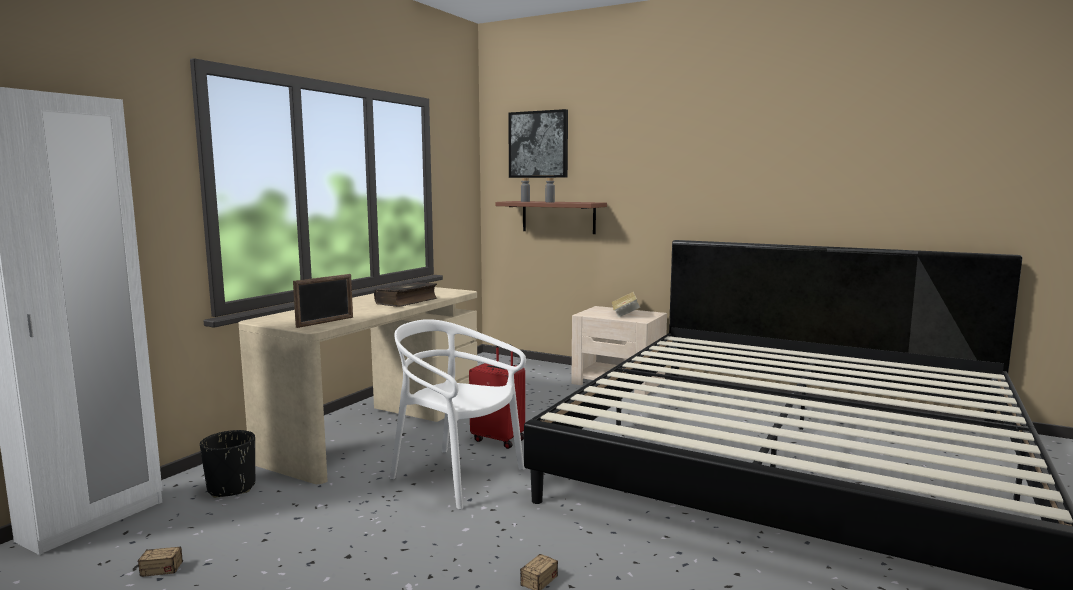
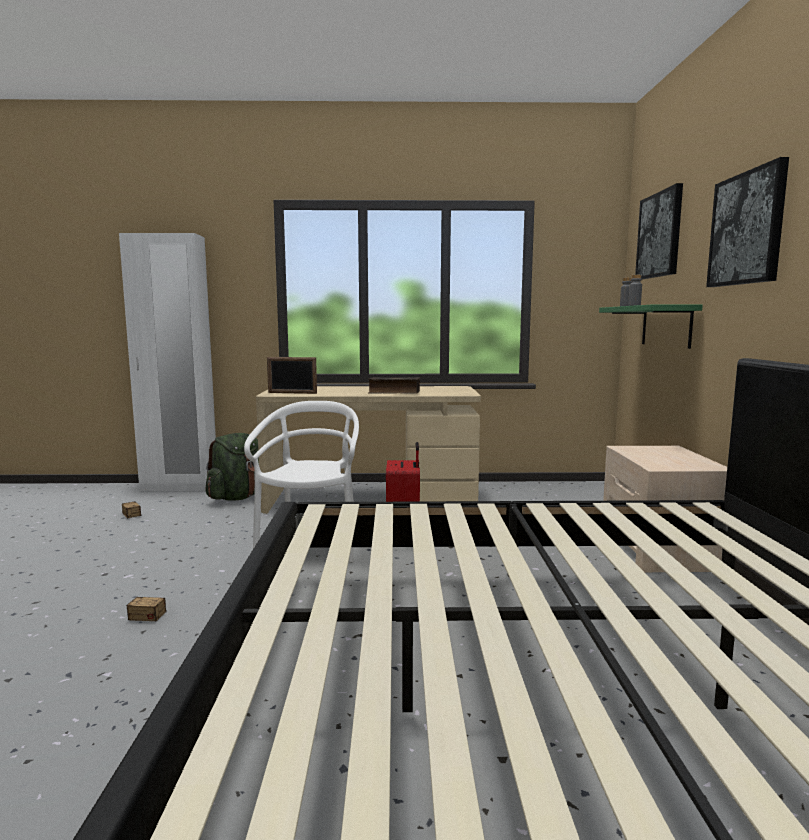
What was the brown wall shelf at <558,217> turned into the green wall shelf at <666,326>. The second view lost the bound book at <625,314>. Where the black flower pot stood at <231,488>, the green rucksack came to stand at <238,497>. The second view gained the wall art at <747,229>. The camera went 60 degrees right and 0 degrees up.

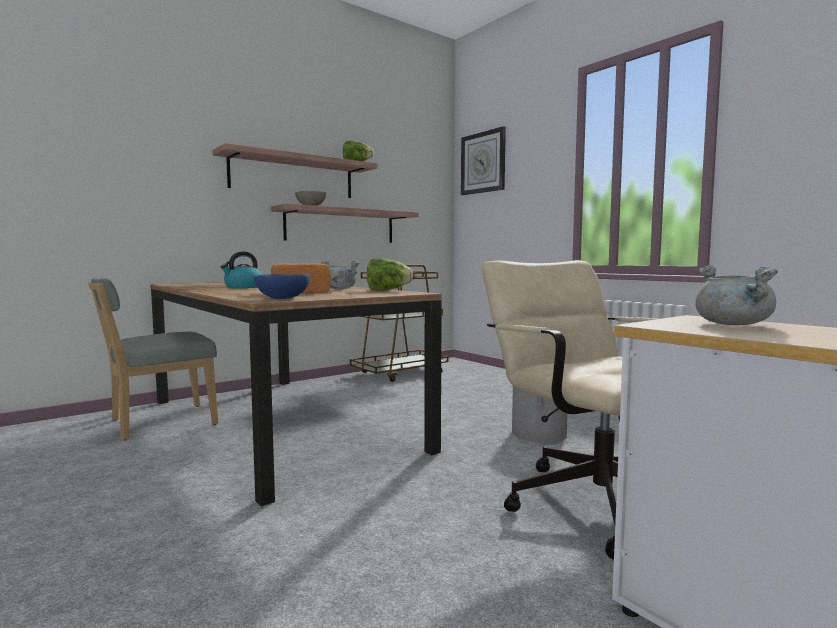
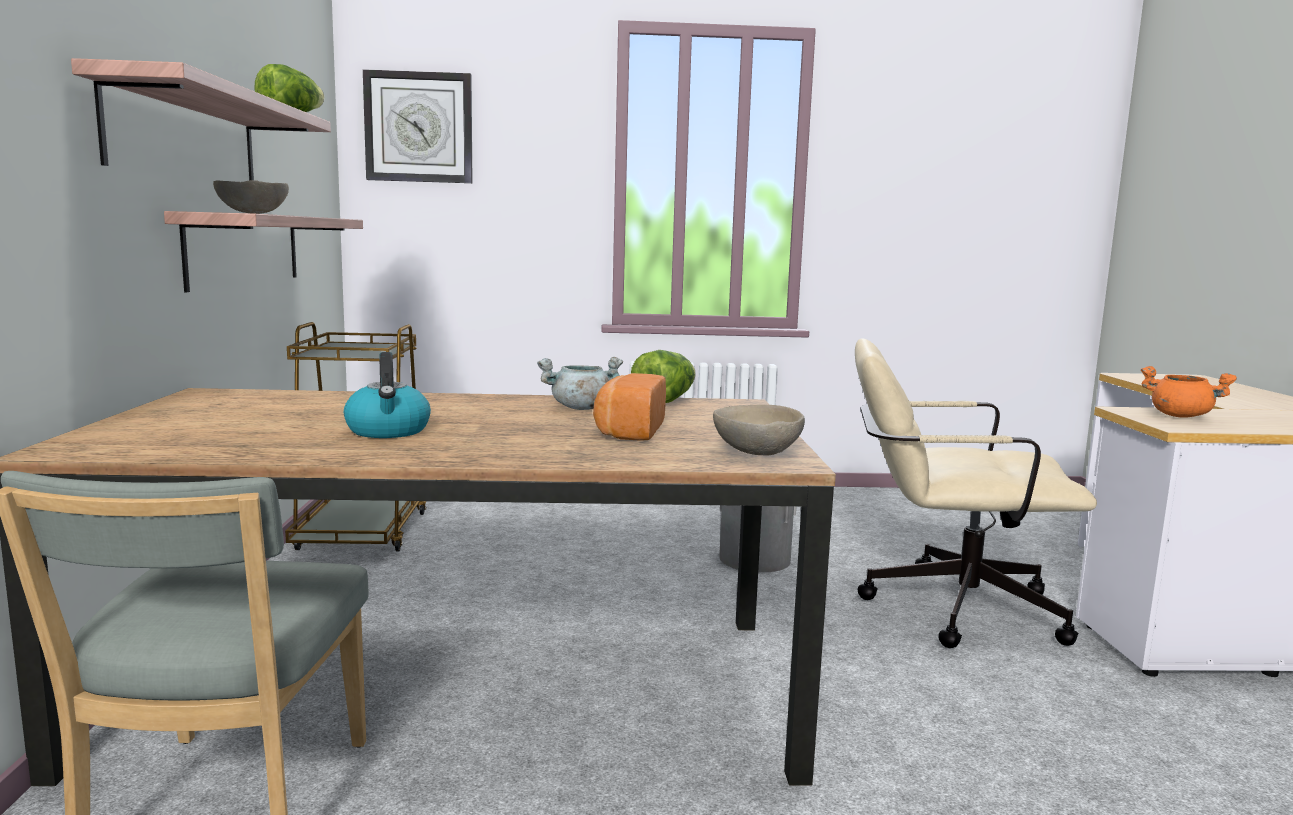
What was the gray cooking pot at <734,324> turned into the orange cooking pot at <1181,416>. What was the blue-coloured serving bowl at <283,298> turned into the beige serving bowl at <756,452>. The camera went 55 degrees left and 5 degrees up.

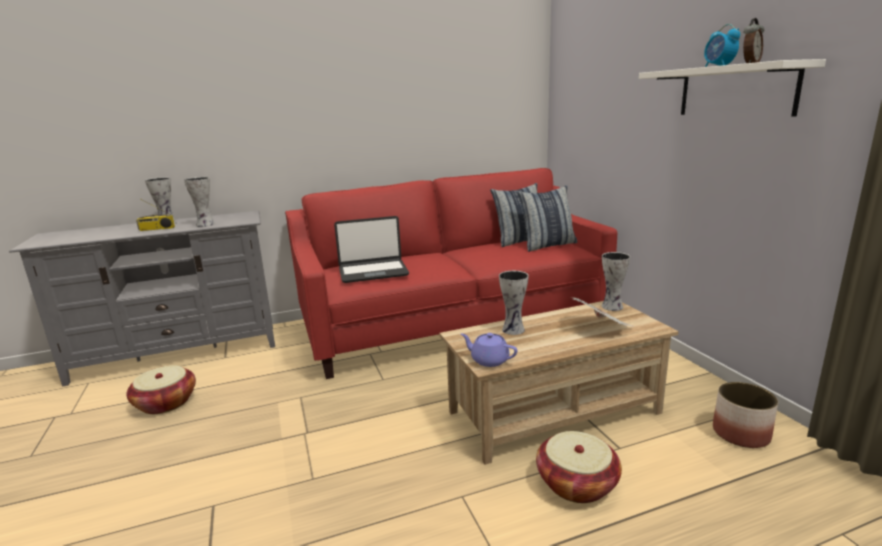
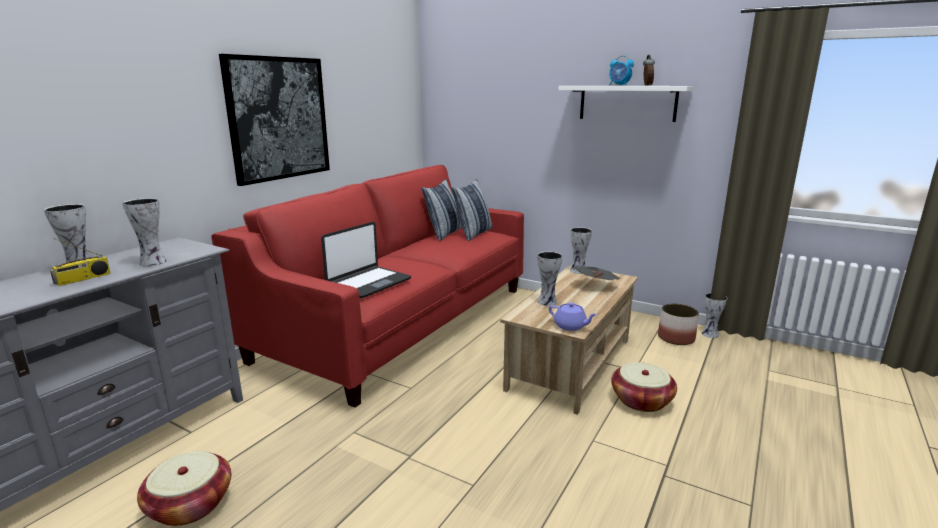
The purple-coloured pot for tea at <489,360> ended up facing another way, 135 degrees counterclockwise from before. The second view gained the wall art at <278,118>. The second view gained the vase at <710,334>. The camera went 40 degrees left and 0 degrees up.

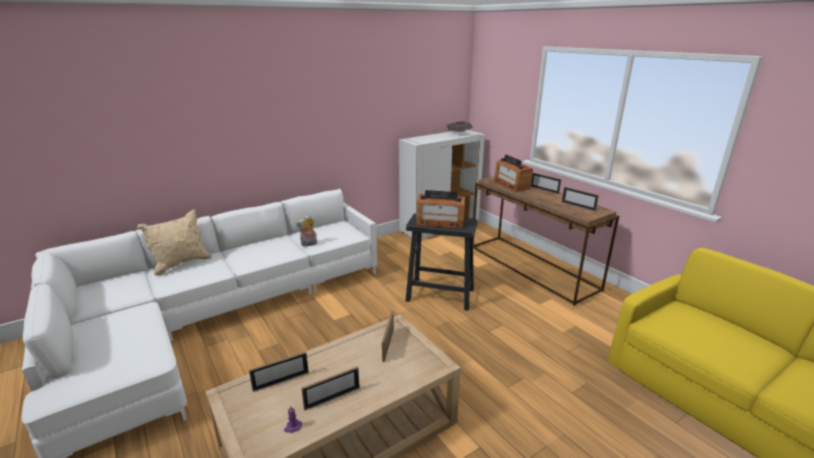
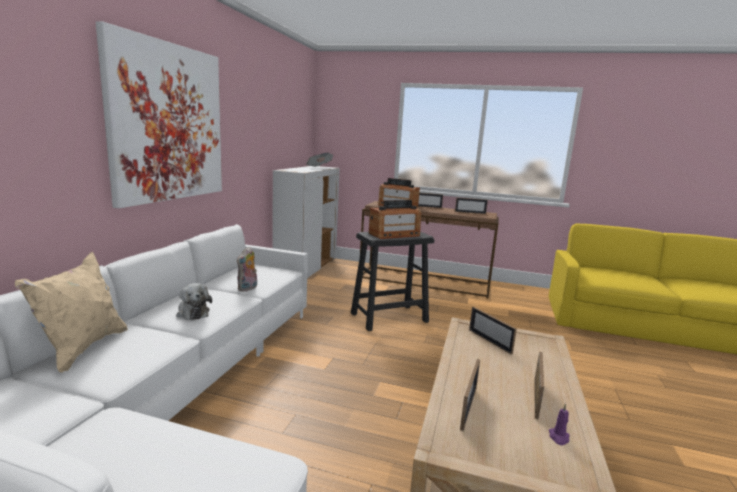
The second view gained the wall art at <168,123>. The second view gained the soft toy at <192,312>. The camera went 40 degrees left and 10 degrees down.

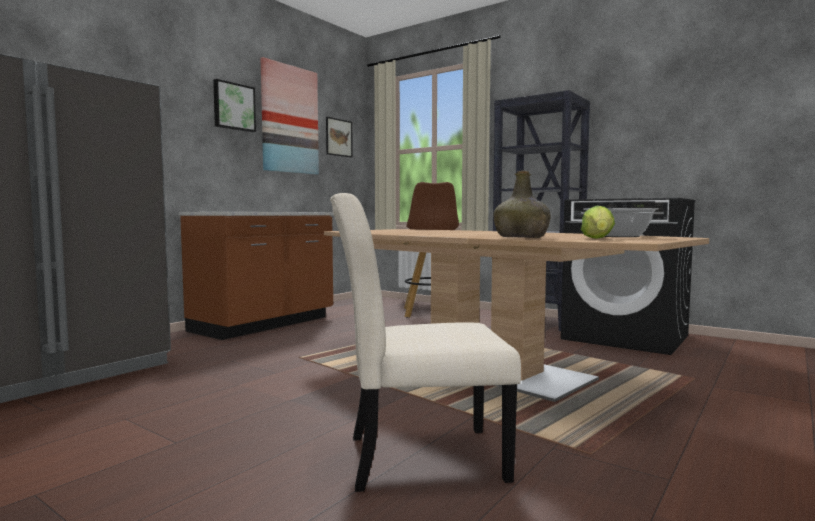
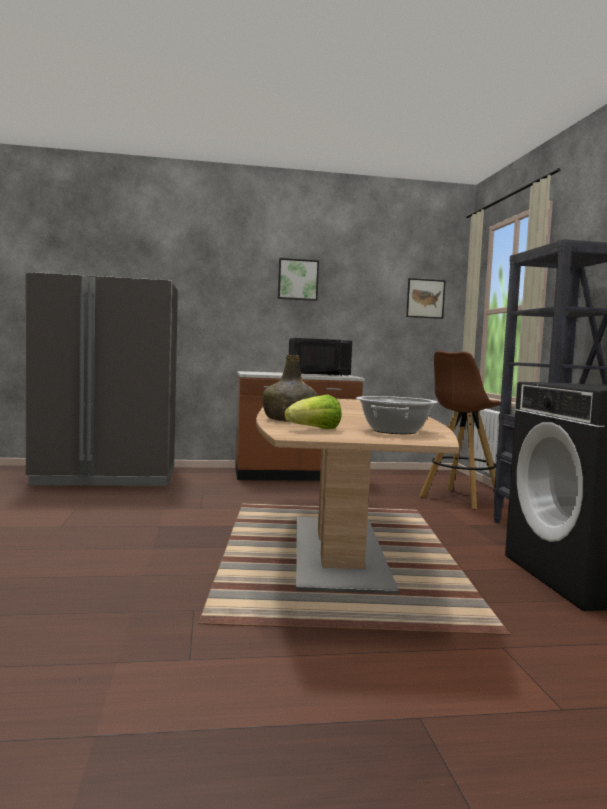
The second view lost the wall art at <289,119>. The second view lost the beige chair at <417,458>. The second view gained the black microwave oven at <318,375>. The camera went 45 degrees right and 0 degrees up.

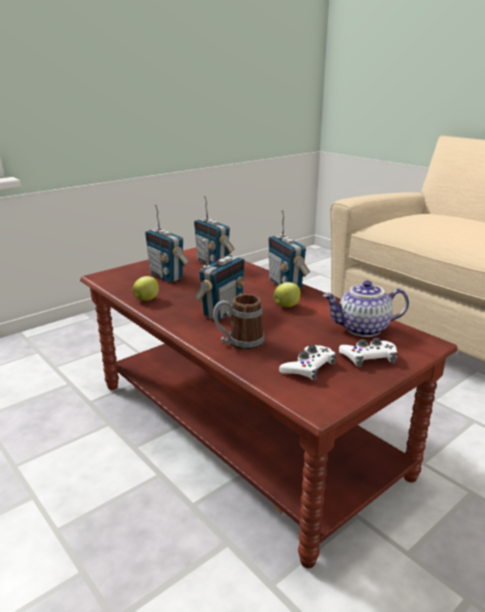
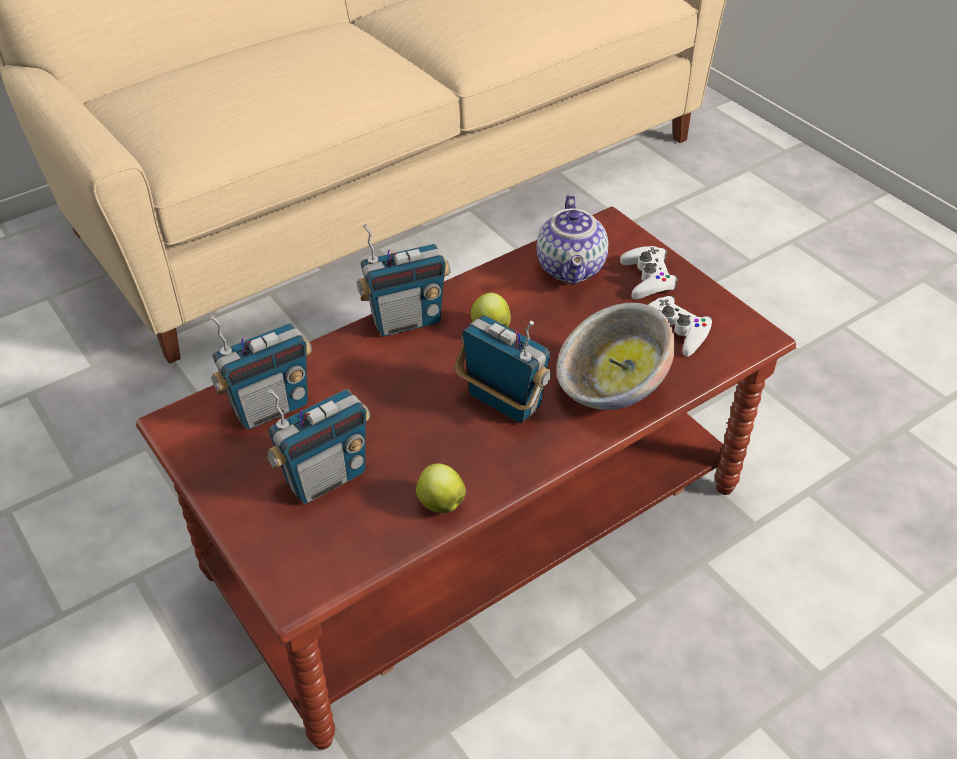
Where the mug stood at <239,343>, the serving bowl came to stand at <611,389>. The camera went 85 degrees left and 20 degrees up.

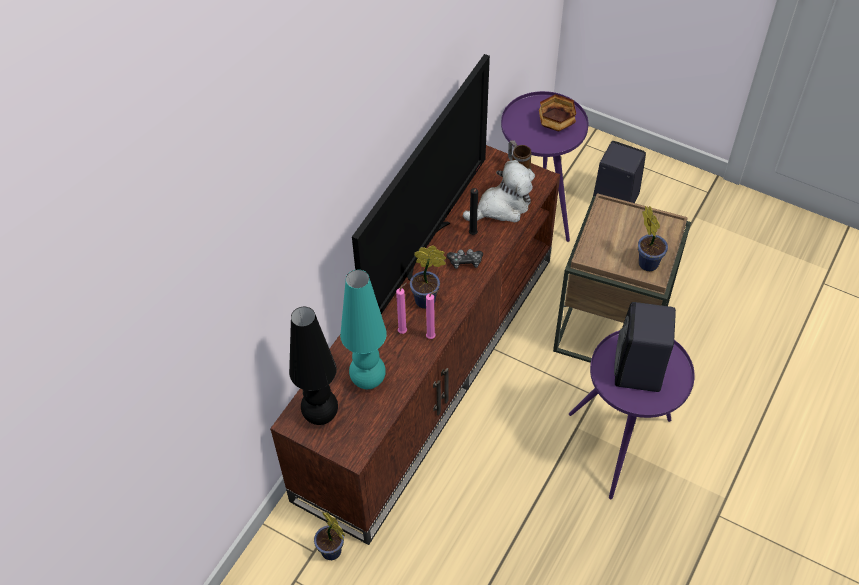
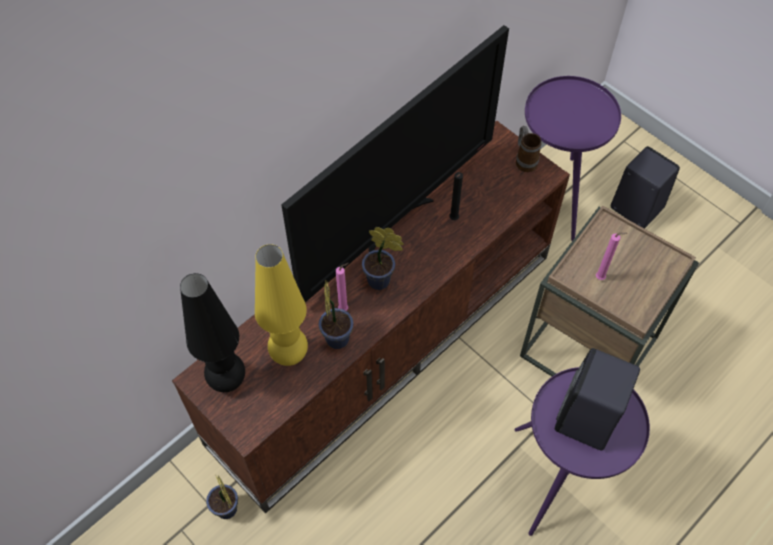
The second view lost the serving bowl at <555,125>. The second view lost the soft toy at <502,207>. The potted plant ended up elsewhere, having gone from <647,261> to <337,336>. The second view lost the joypad at <465,262>. What was the turquoise tabletop lamp at <368,380> turned into the yellow tabletop lamp at <289,354>. The pink-coloured wax candle ended up elsewhere, having gone from <432,337> to <601,278>. The camera went 15 degrees right and 5 degrees up.

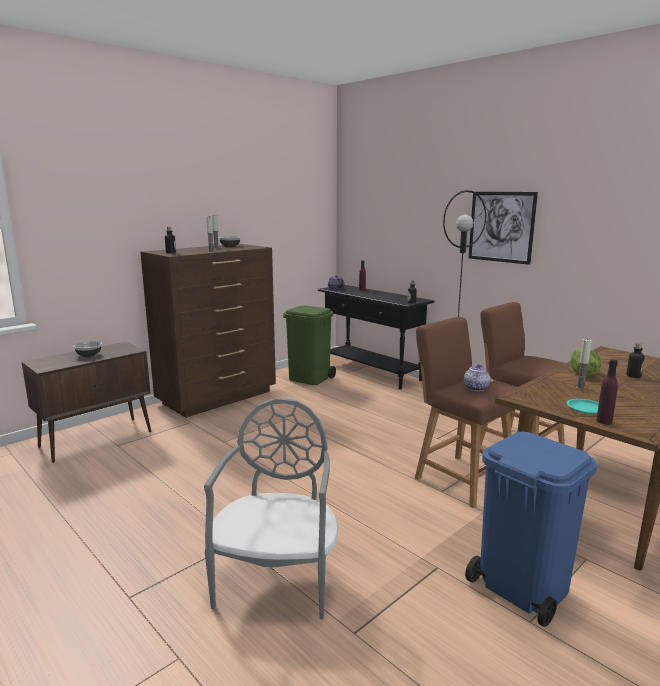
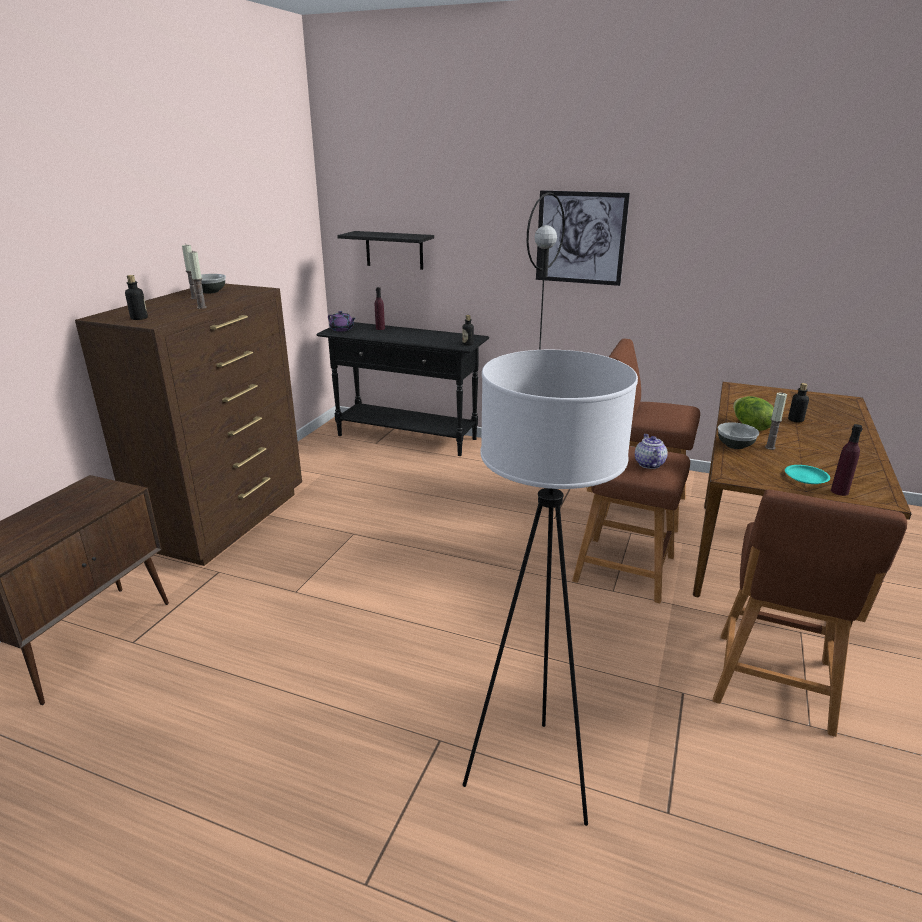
The second view lost the green trash can at <310,378>. The serving bowl ended up elsewhere, having gone from <88,355> to <735,445>. Where the gray chair stood at <277,579>, the white-coloured standing lamp came to stand at <531,777>. Where the blue-coloured trash can stood at <521,586>, the brown stool seat came to stand at <773,686>. The second view gained the black wall shelf at <394,250>. The camera went 25 degrees left and 10 degrees up.

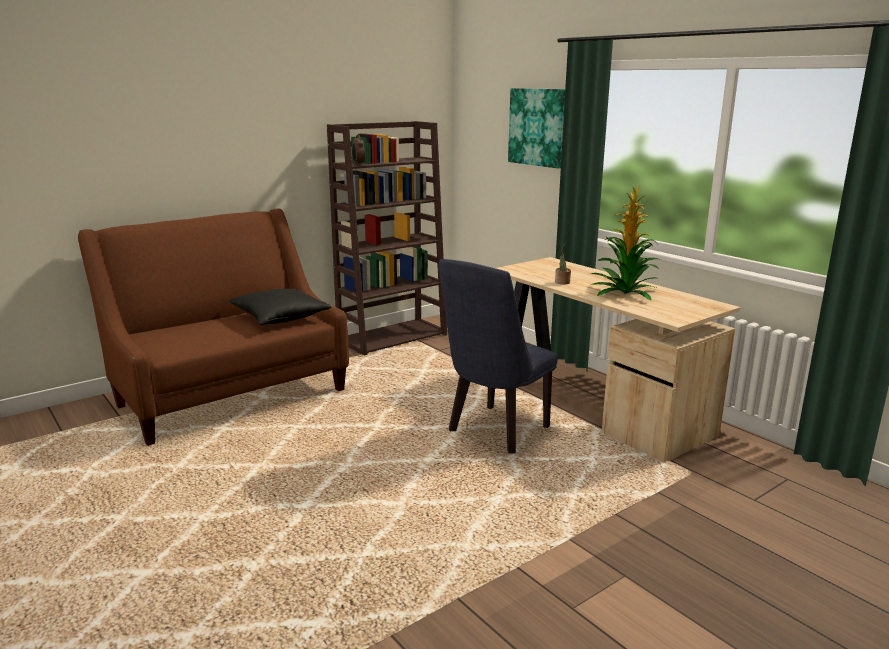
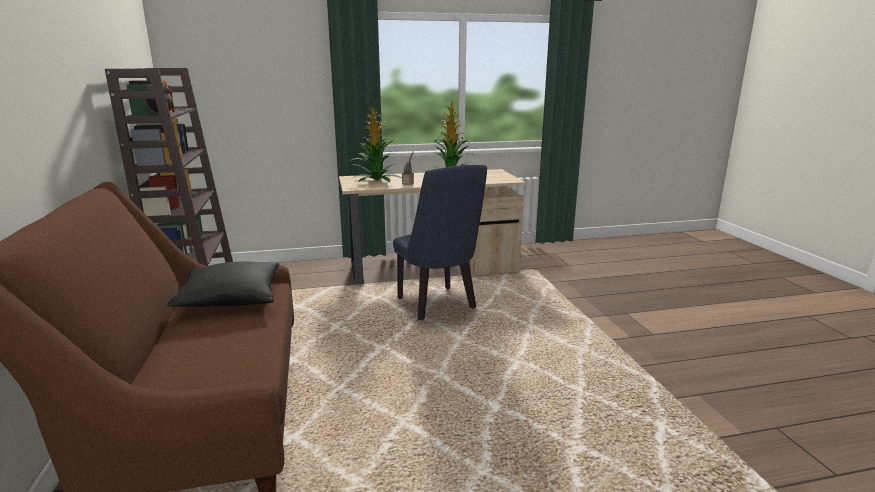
The second view lost the wall art at <537,127>. The second view gained the potted plant at <376,180>. The camera went 65 degrees left and 0 degrees up.

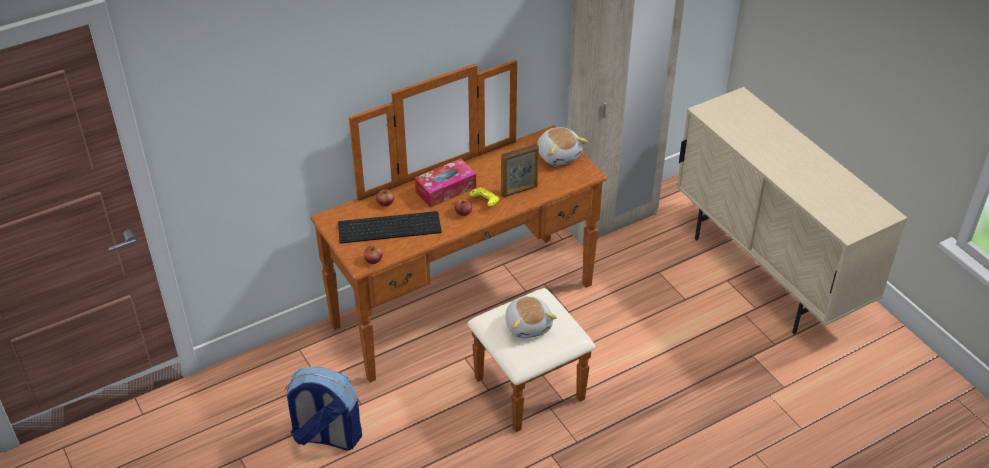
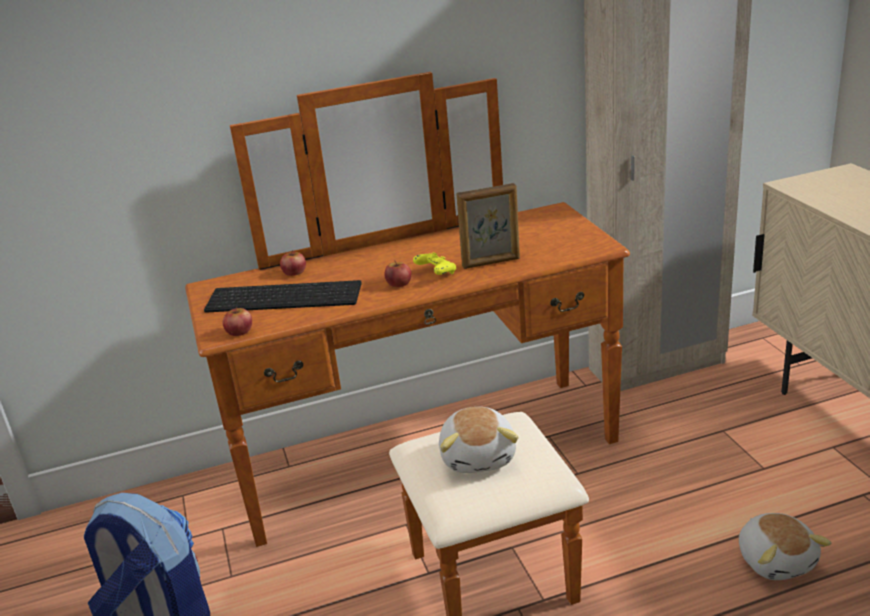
The soft toy ended up elsewhere, having gone from <559,155> to <776,560>. The second view lost the tissue holder at <446,189>. The camera went 15 degrees right and 15 degrees down.

